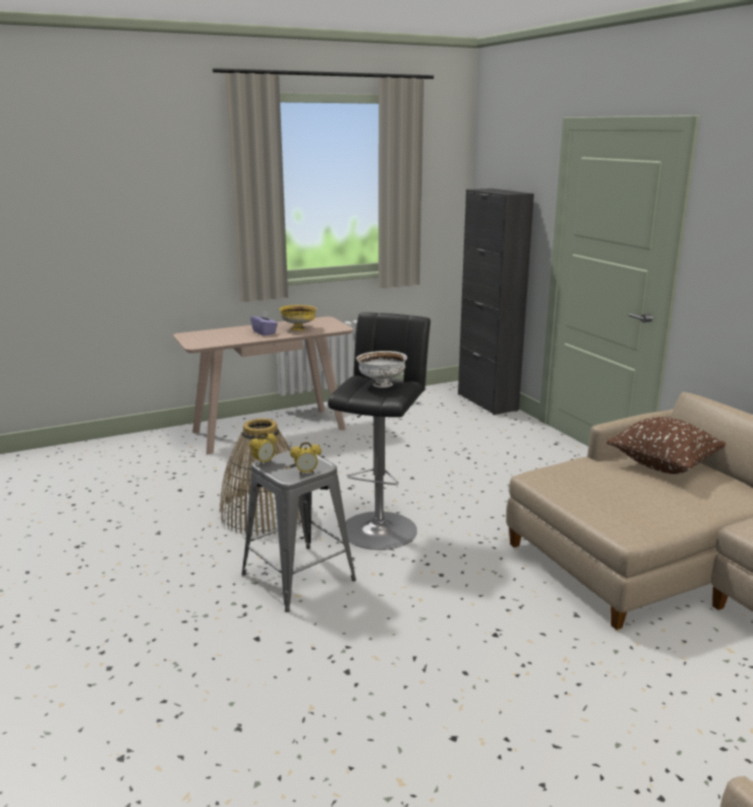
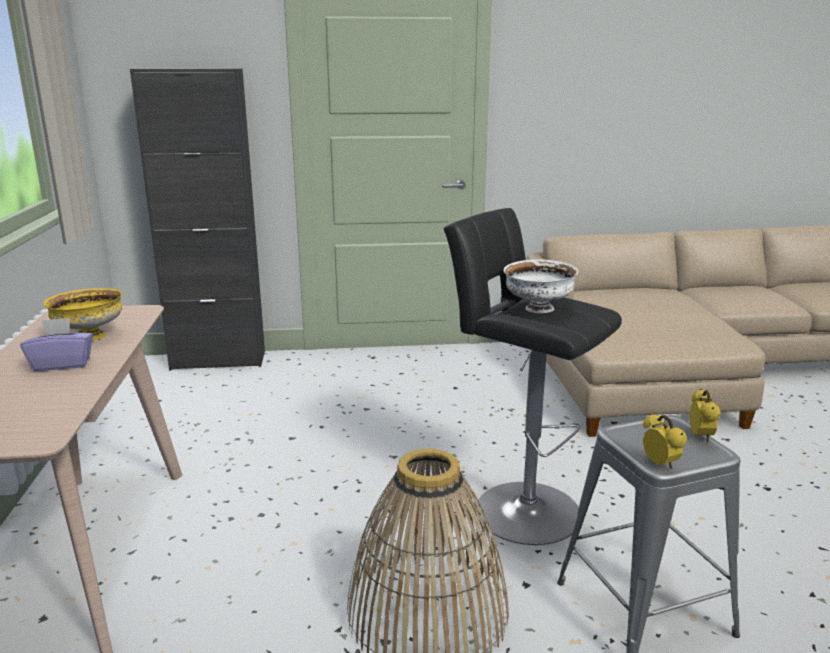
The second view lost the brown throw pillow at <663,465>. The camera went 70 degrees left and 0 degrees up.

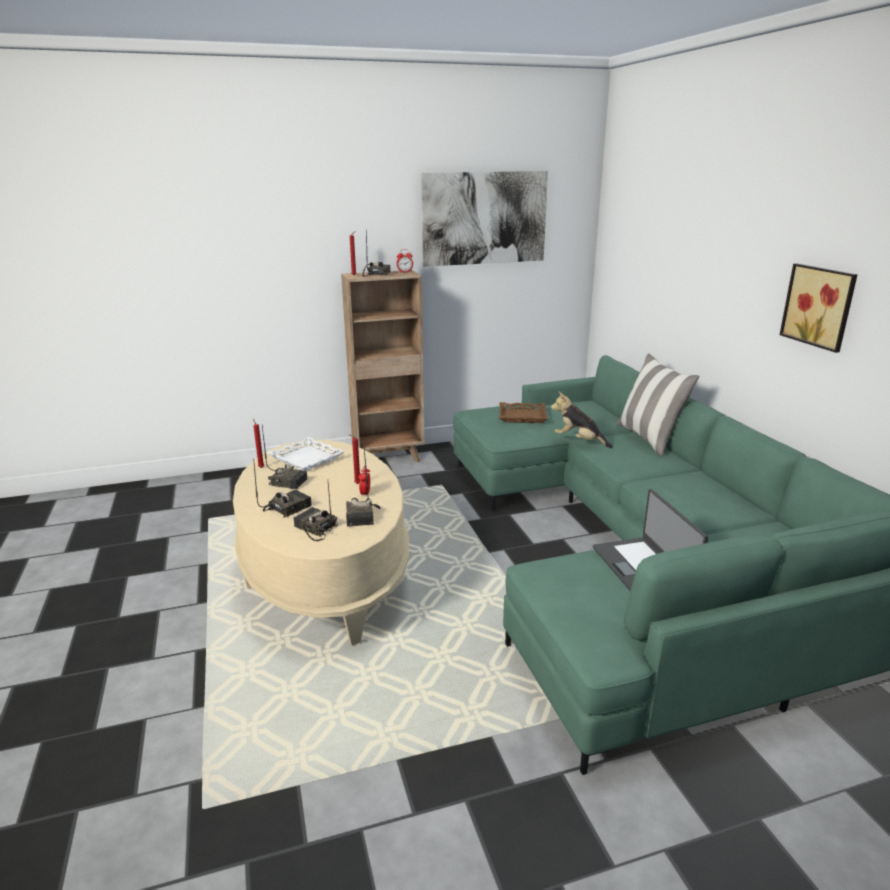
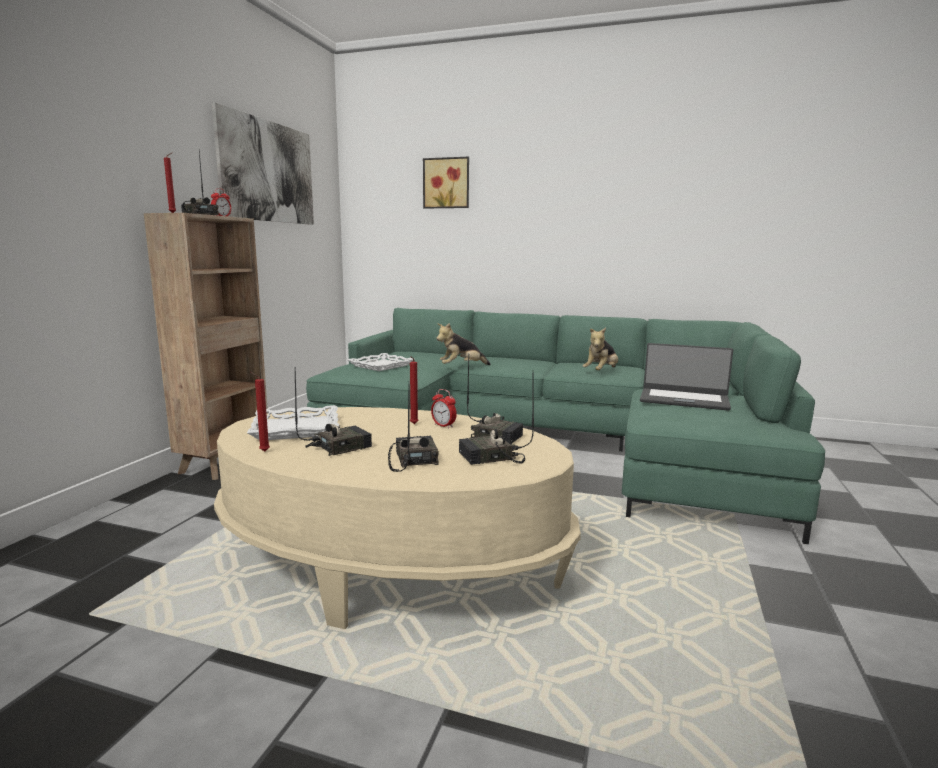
The wall art ended up elsewhere, having gone from <820,306> to <447,183>. The second view lost the throw pillow at <649,439>. What was the brown tray at <522,416> turned into the white-coloured tray at <381,366>. The second view gained the soft toy at <601,372>. The camera went 55 degrees left and 10 degrees down.

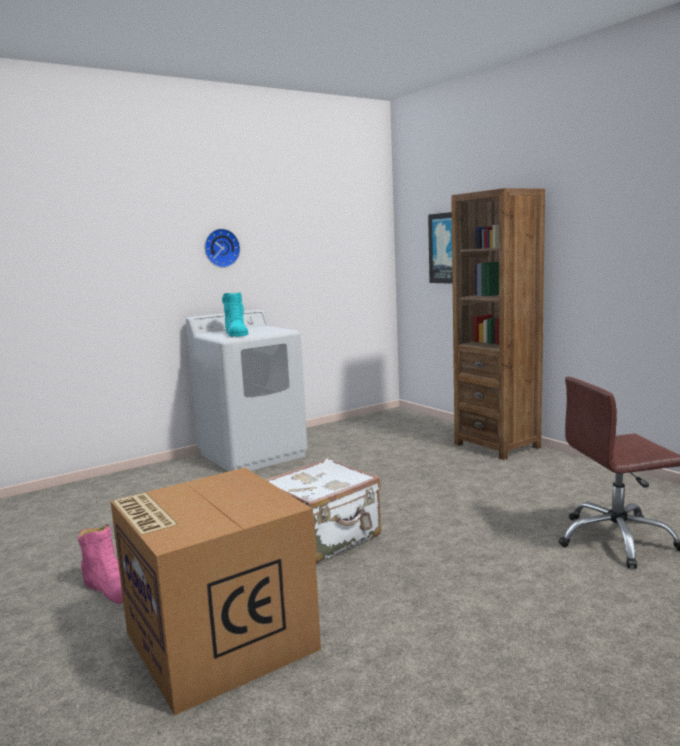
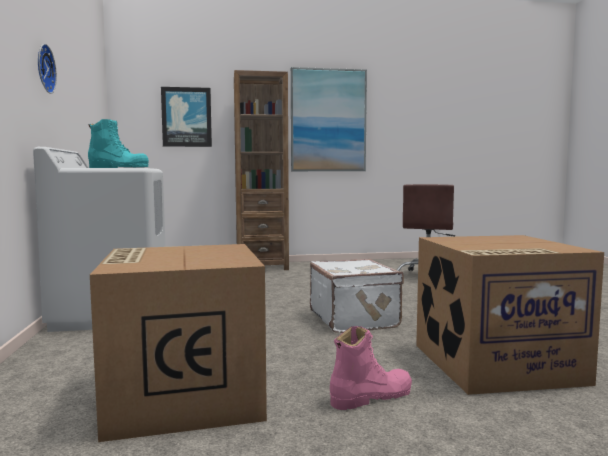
The second view gained the wall art at <328,120>. The second view gained the packing box at <182,394>. The camera went 65 degrees left and 5 degrees down.

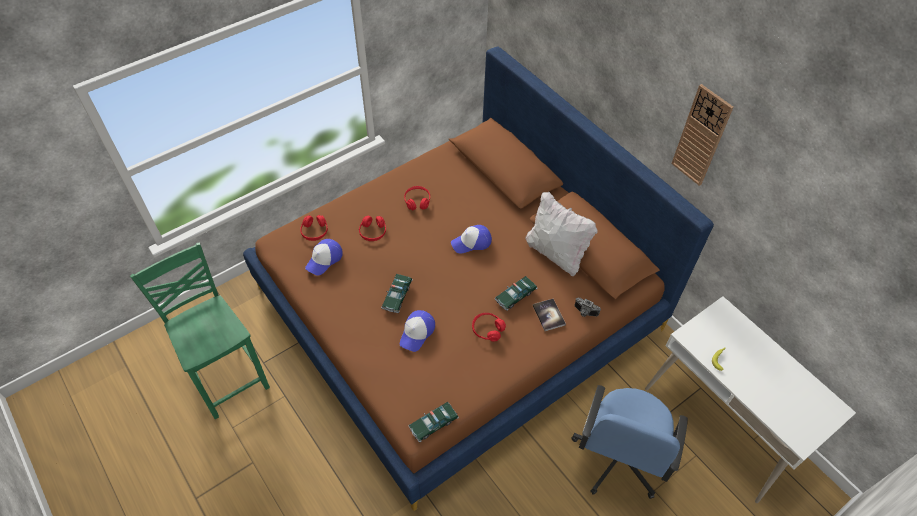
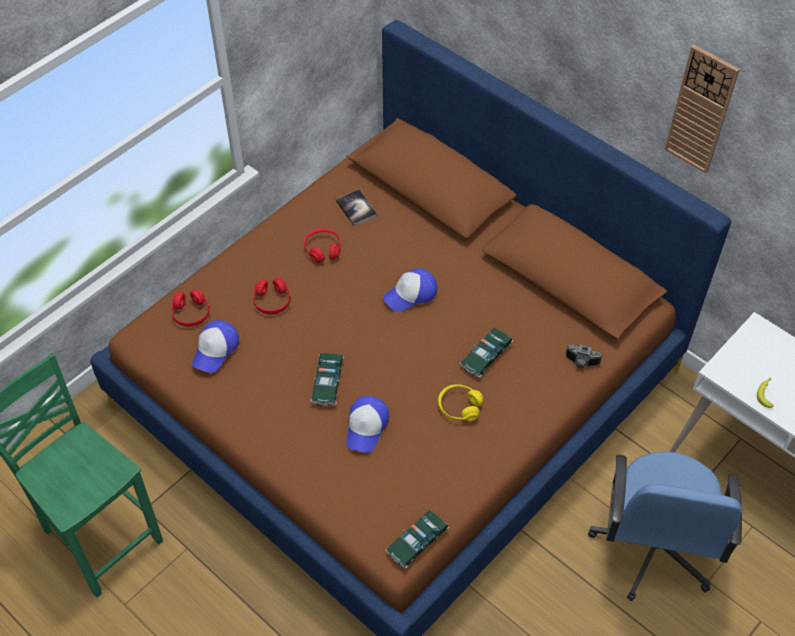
The second view lost the white-coloured throw pillow at <555,254>. The bound book ended up elsewhere, having gone from <548,315> to <356,208>. What was the reddish pair of headphones at <487,329> turned into the yellow pair of headphones at <459,407>. The camera went 10 degrees left and 0 degrees up.

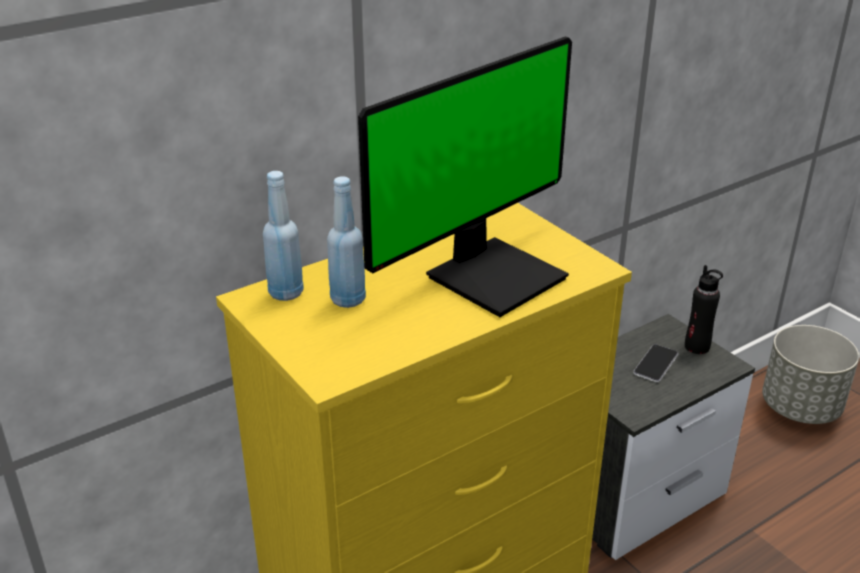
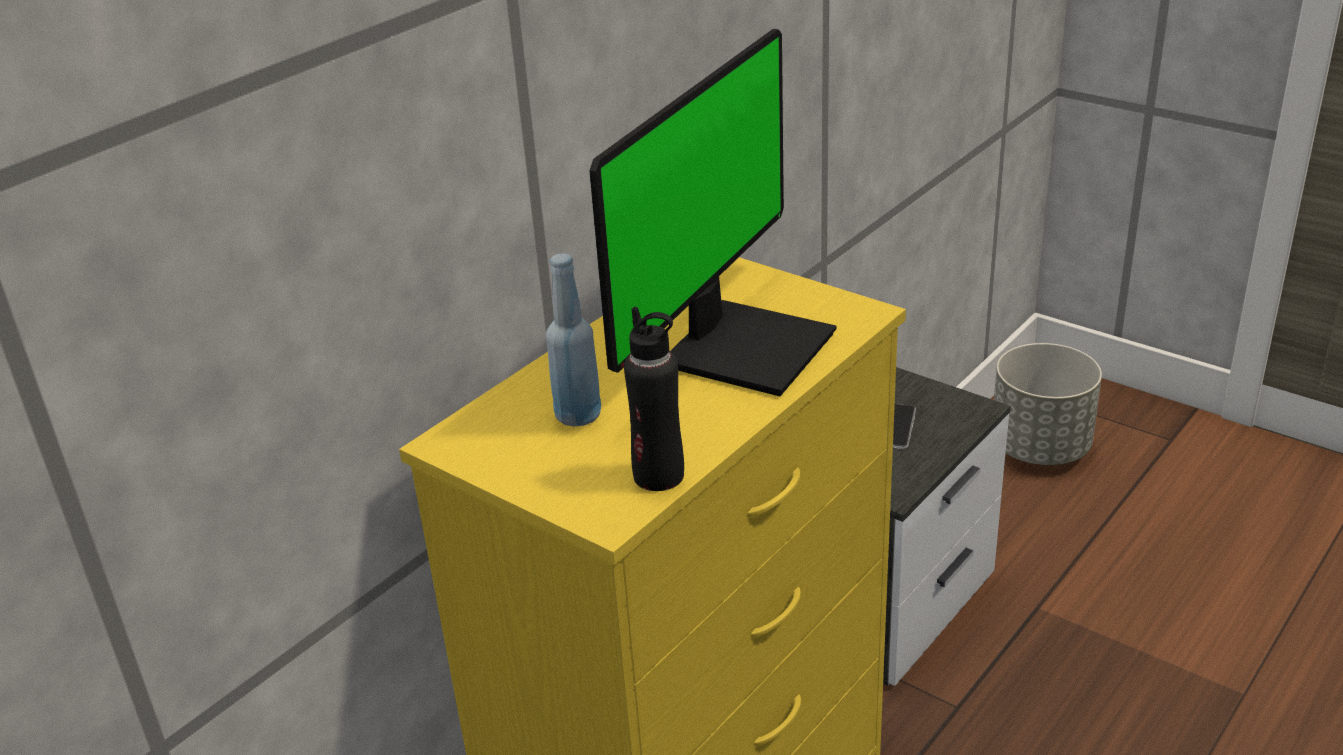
The second view lost the blue-coloured bottle at <286,293>. The black bottle ended up elsewhere, having gone from <697,347> to <659,476>. The camera went 15 degrees left and 0 degrees up.

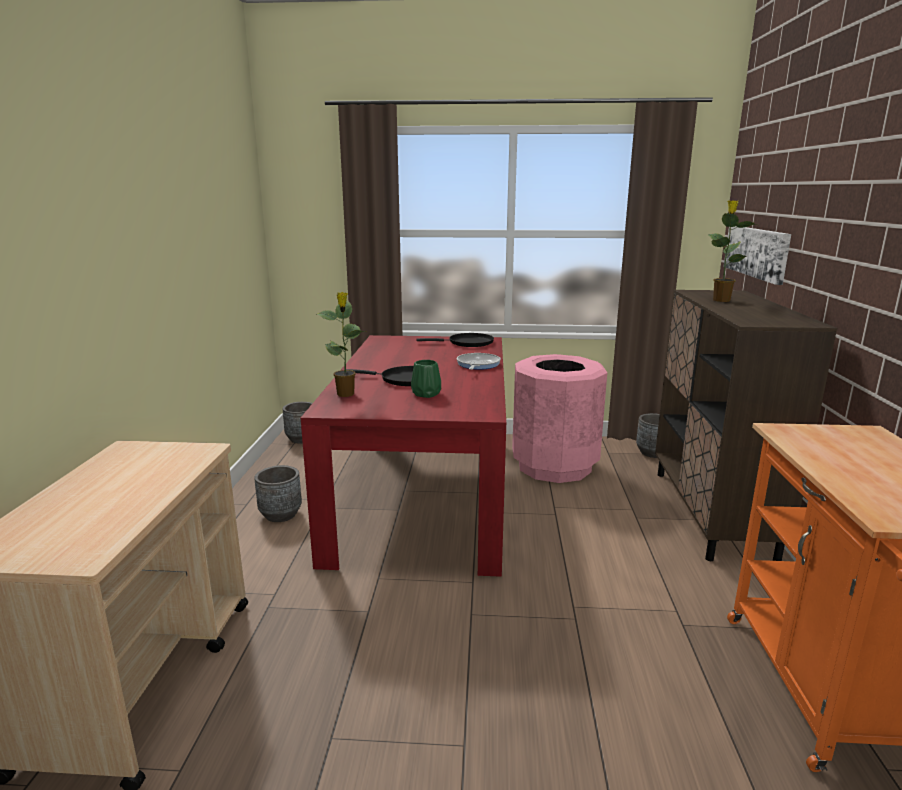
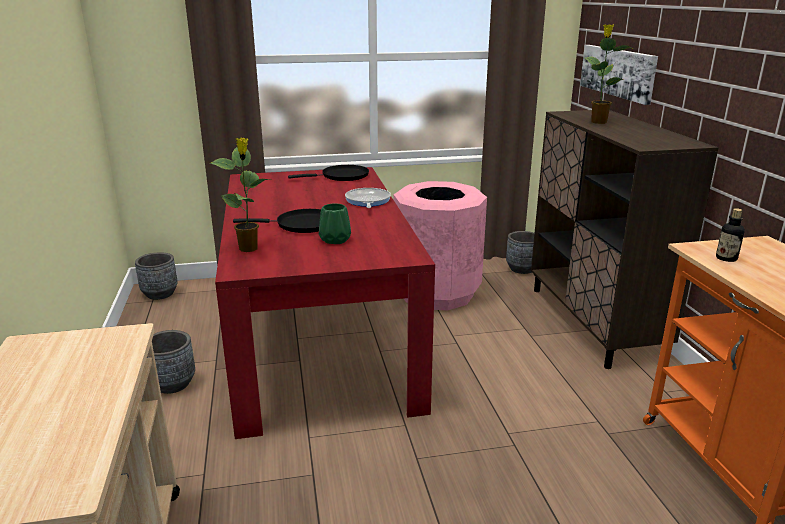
The second view gained the bottle at <726,258>. The camera went 15 degrees left and 5 degrees up.

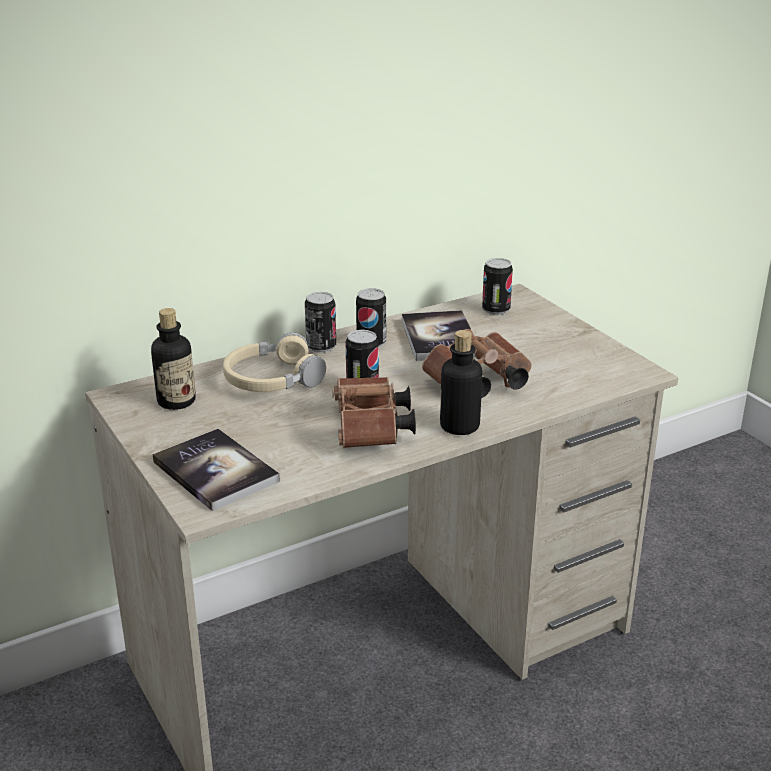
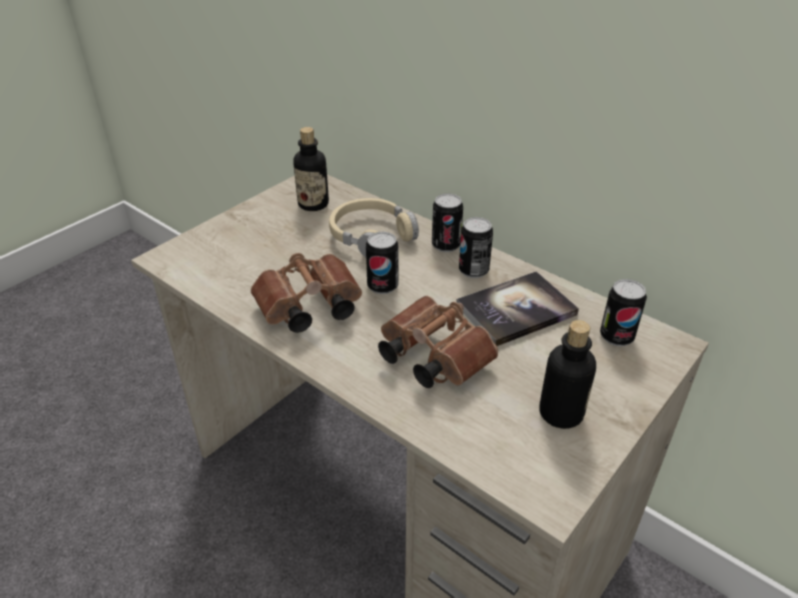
The bottle ended up elsewhere, having gone from <459,426> to <561,413>. The second view lost the bound book at <215,471>. The camera went 70 degrees right and 10 degrees up.

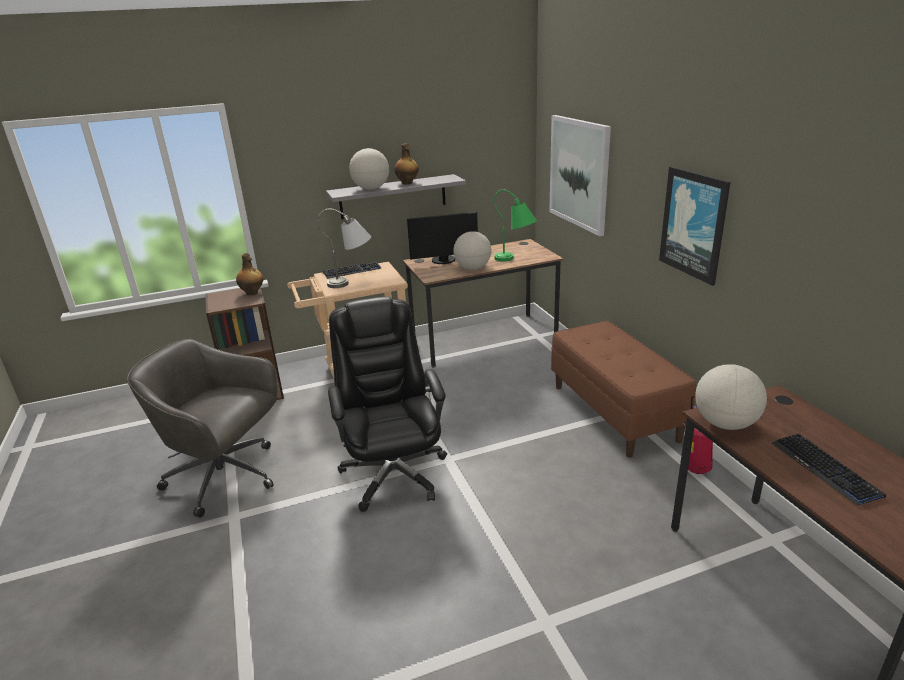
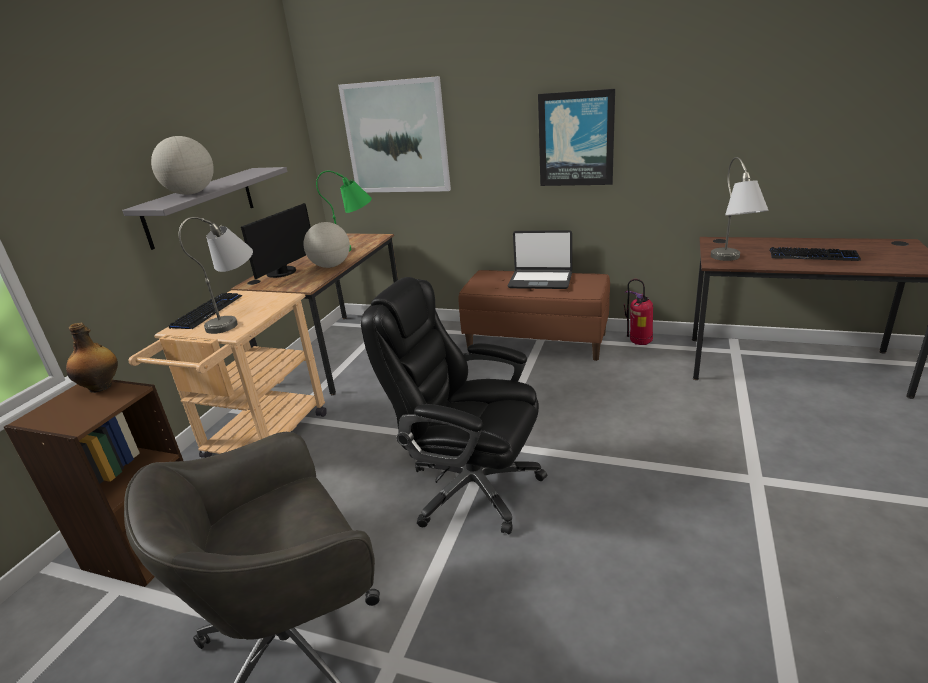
The second view lost the bottle at <407,183>. Where the globe stood at <725,423>, the gray tabletop lamp came to stand at <732,262>. The second view gained the portable computer at <540,280>. The camera went 50 degrees left and 0 degrees up.

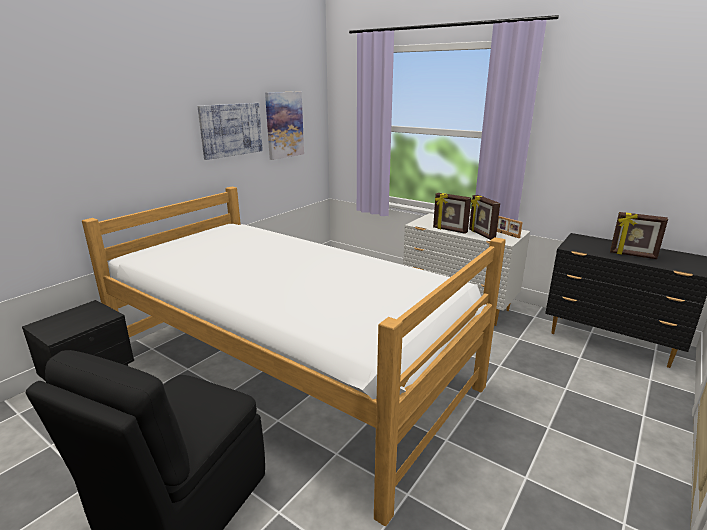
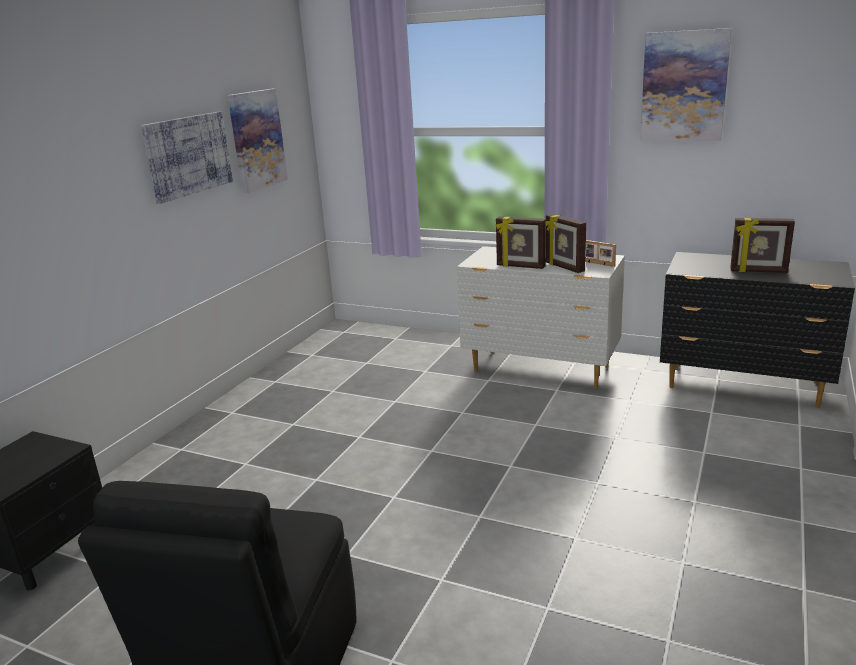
The second view lost the sleeping bed at <289,369>. The second view gained the wall art at <684,86>. The camera went 10 degrees left and 0 degrees up.

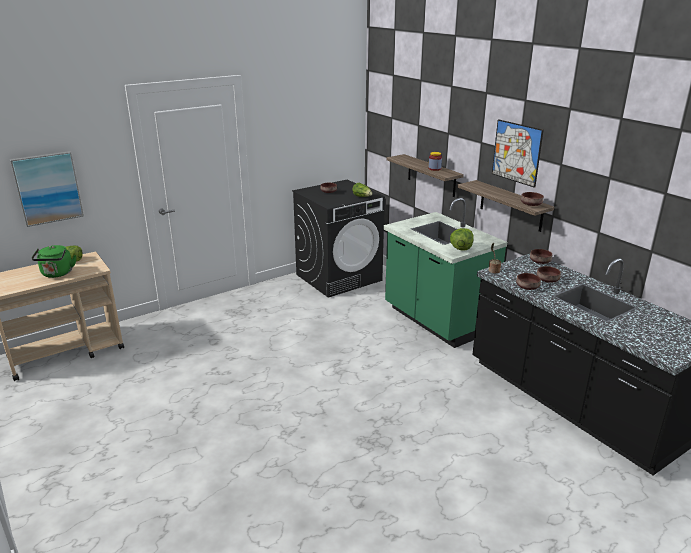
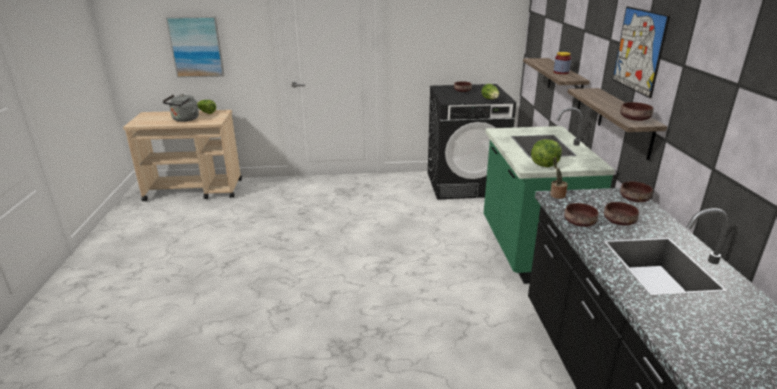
What was the green water kettle at <57,274> turned into the gray water kettle at <184,119>. The camera went 30 degrees right and 0 degrees up.

